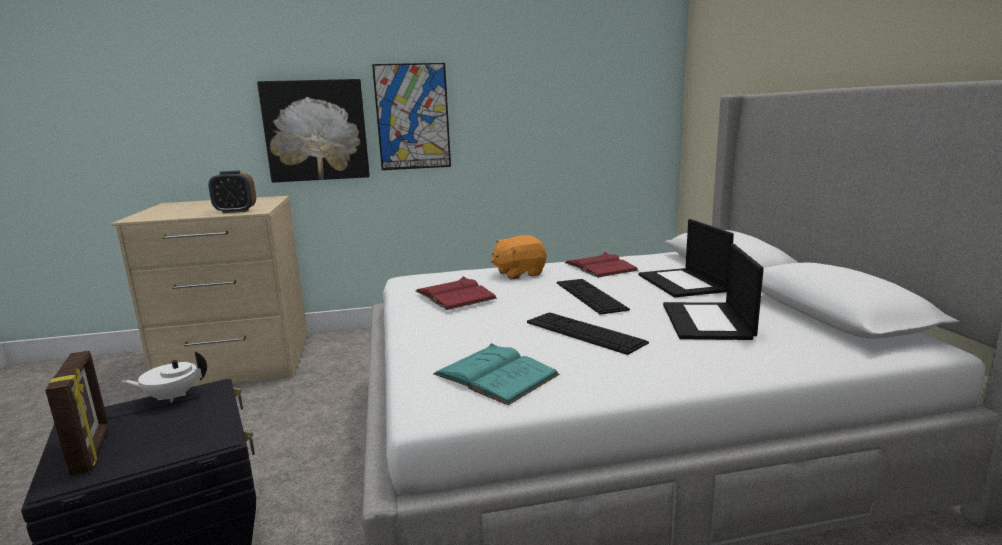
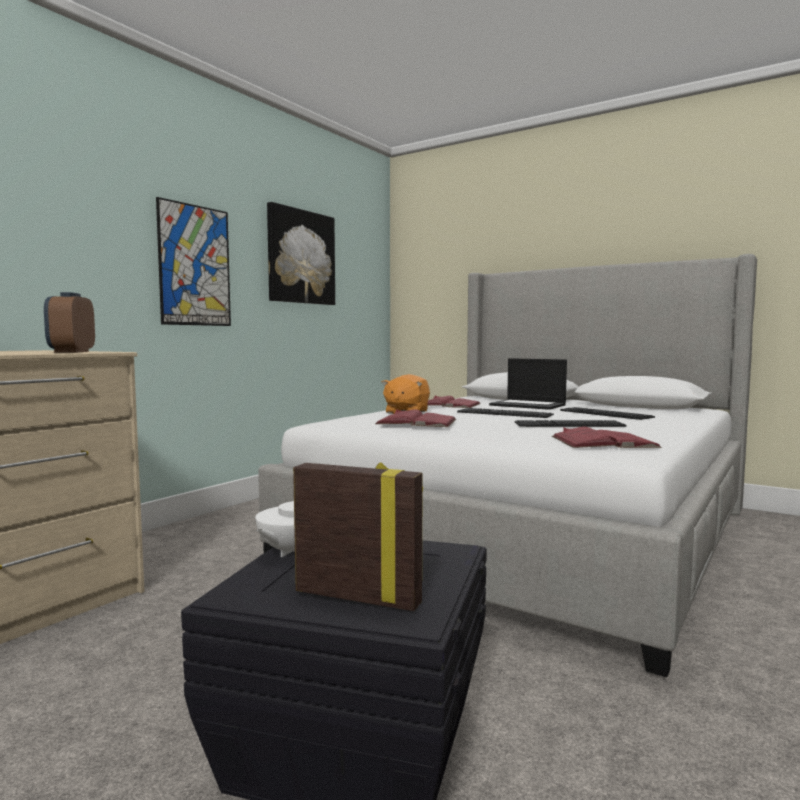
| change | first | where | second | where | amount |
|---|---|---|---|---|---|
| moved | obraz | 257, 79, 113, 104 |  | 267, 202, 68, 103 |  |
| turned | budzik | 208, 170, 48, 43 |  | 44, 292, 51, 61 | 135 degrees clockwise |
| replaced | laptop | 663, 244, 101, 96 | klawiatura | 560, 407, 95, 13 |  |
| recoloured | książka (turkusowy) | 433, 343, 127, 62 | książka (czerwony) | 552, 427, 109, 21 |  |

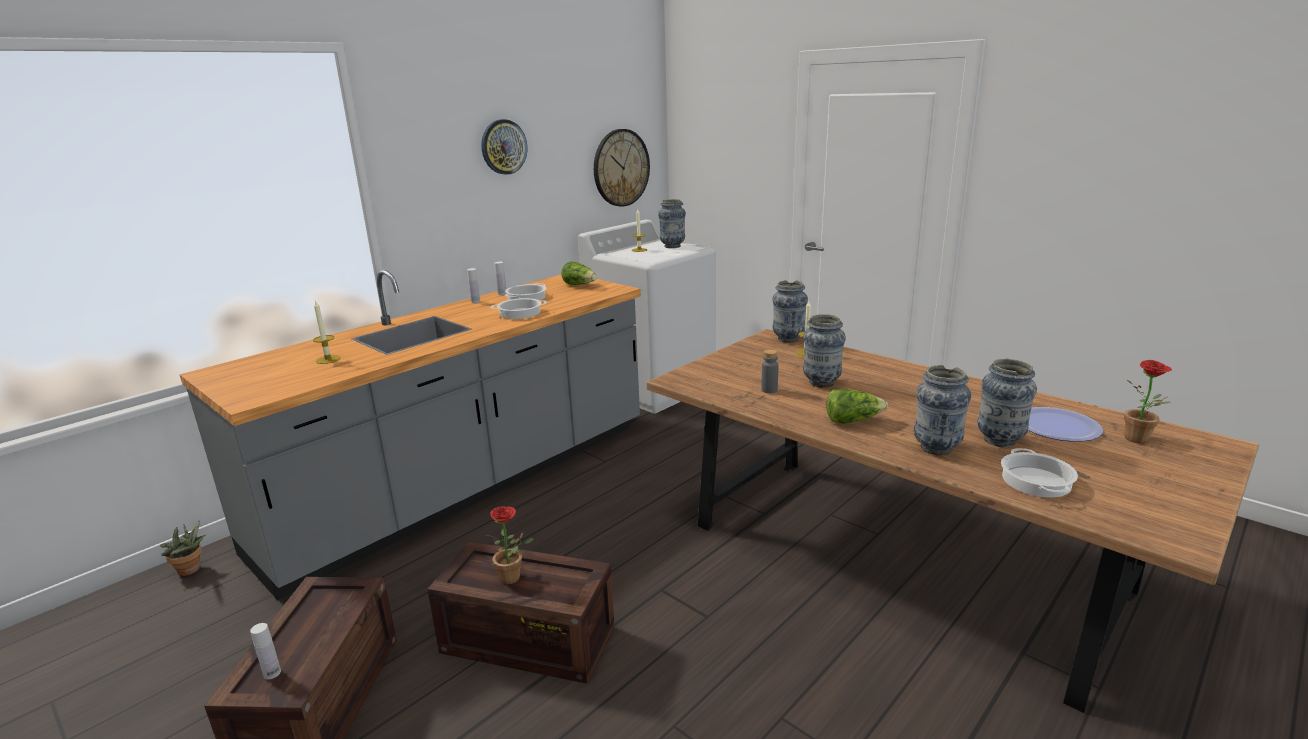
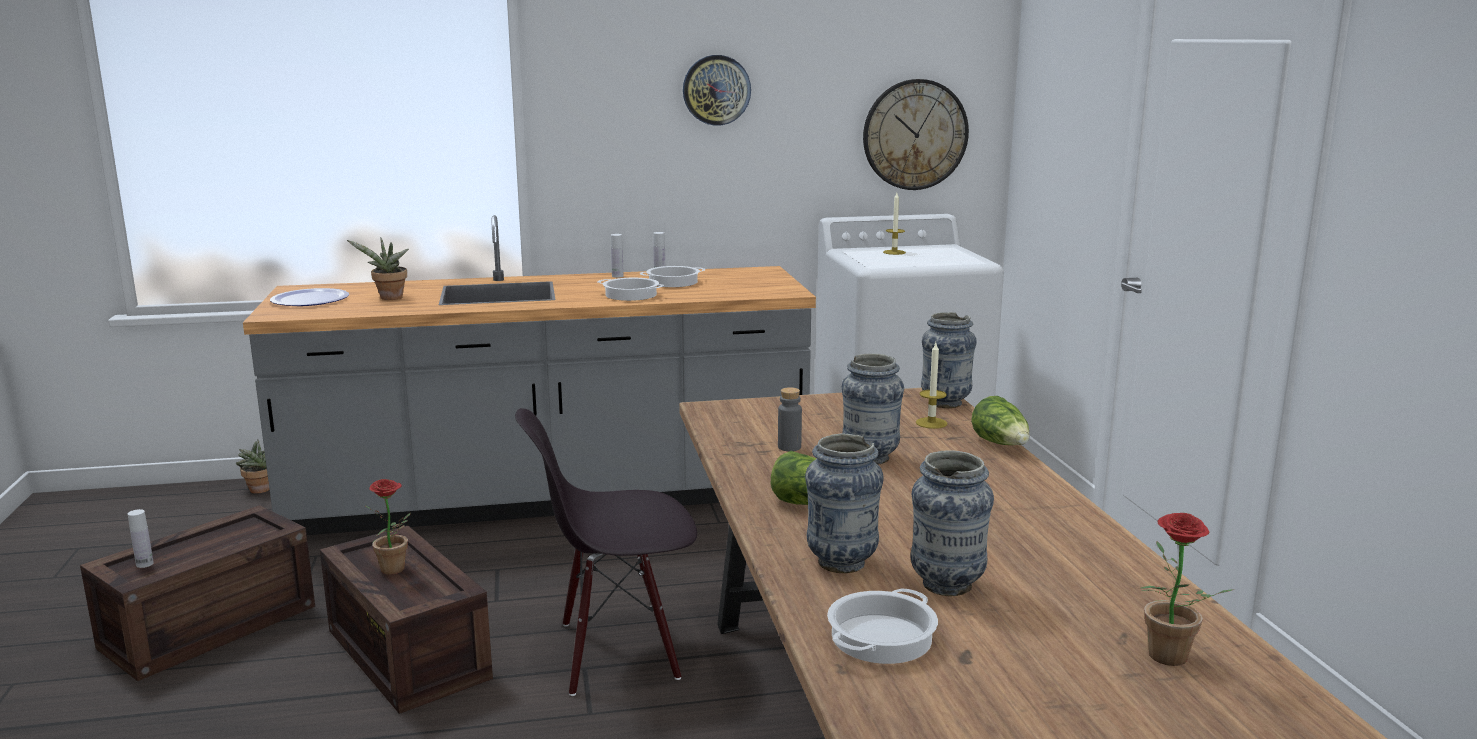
| change | first | where | second | where | amount |
|---|---|---|---|---|---|
| removed | wazon | 658, 199, 28, 49 |  |  |  |
| moved | sałata | 561, 261, 36, 24 |  | 971, 396, 58, 49 |  |
| replaced | świeca | 313, 300, 28, 64 | roślina doniczkowa | 347, 237, 62, 63 |  |
| moved | talerz | 1028, 407, 75, 35 |  | 270, 288, 79, 18 |  |
| added |  |  | krzesło (czarny) | 515, 408, 182, 288 |  |

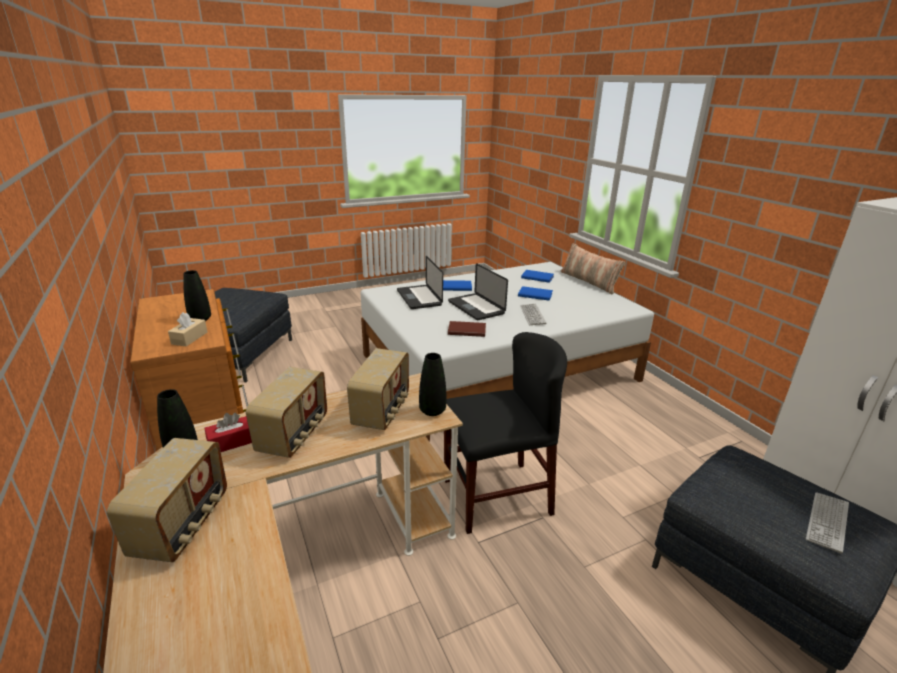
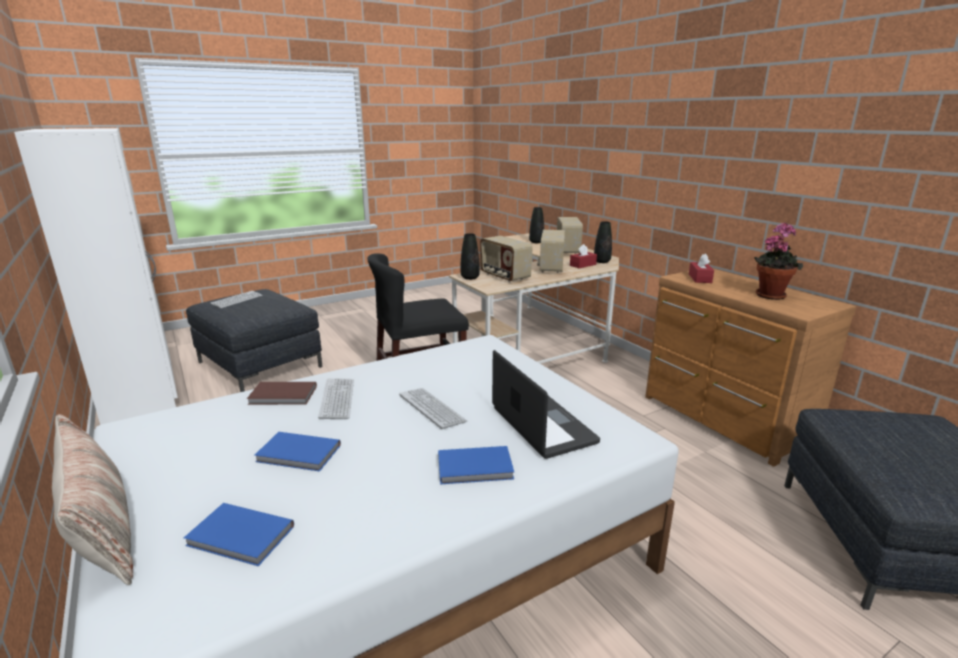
| change | first | where | second | where | amount |
|---|---|---|---|---|---|
| replaced | laptop | 448, 263, 60, 57 | klawiatura | 399, 388, 68, 41 |  |
| moved | wazon (czarny) | 183, 270, 28, 51 |  | 529, 207, 15, 36 |  |
| recoloured | pudełko chusteczek (beżowy) | 168, 312, 39, 34 | pudełko chusteczek (czerwony) | 689, 254, 25, 29 |  |
| moved | książka (brązowy) | 448, 321, 38, 16 |  | 247, 382, 70, 23 |  |
| turned | radio | 347, 348, 62, 82 |  | 480, 236, 53, 46 | 45 degrees counterclockwise |
| added |  |  | roślina doniczkowa | 754, 223, 49, 77 |  |

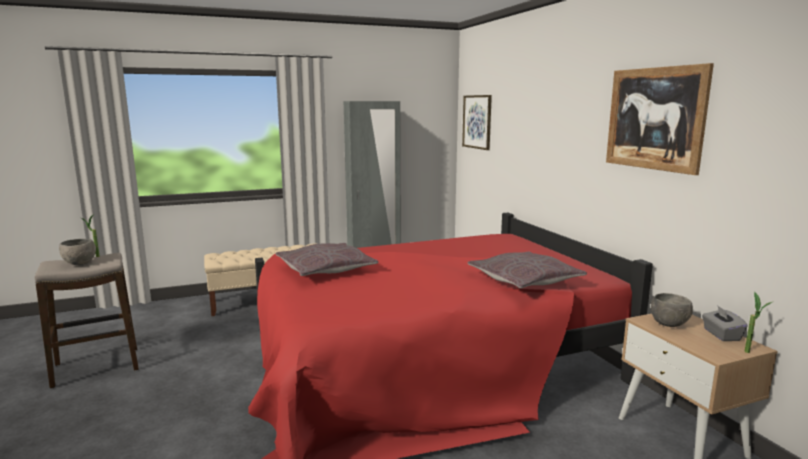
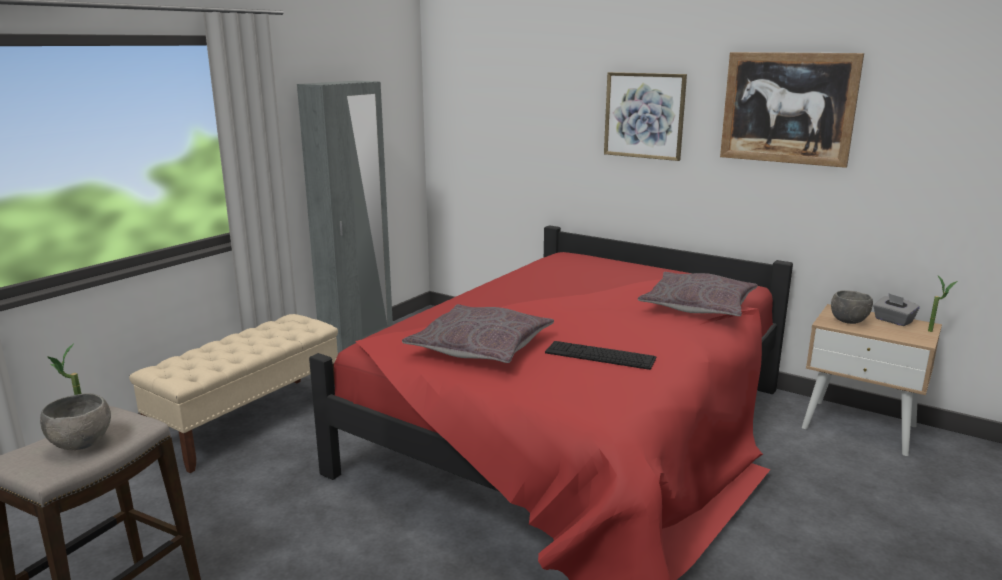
| change | first | where | second | where | amount |
|---|---|---|---|---|---|
| moved | obraz | 462, 95, 30, 55 |  | 604, 72, 83, 89 |  |
| added |  |  | klawiatura | 545, 341, 111, 29 |  |

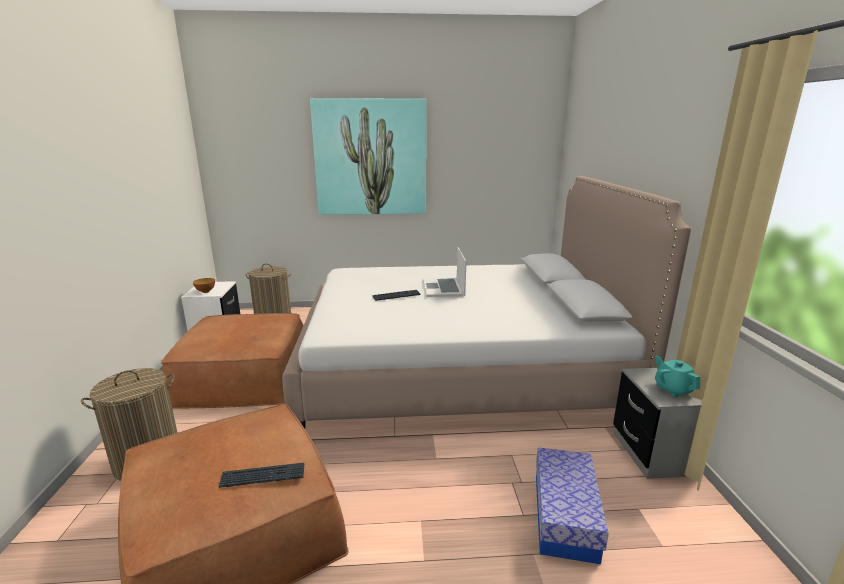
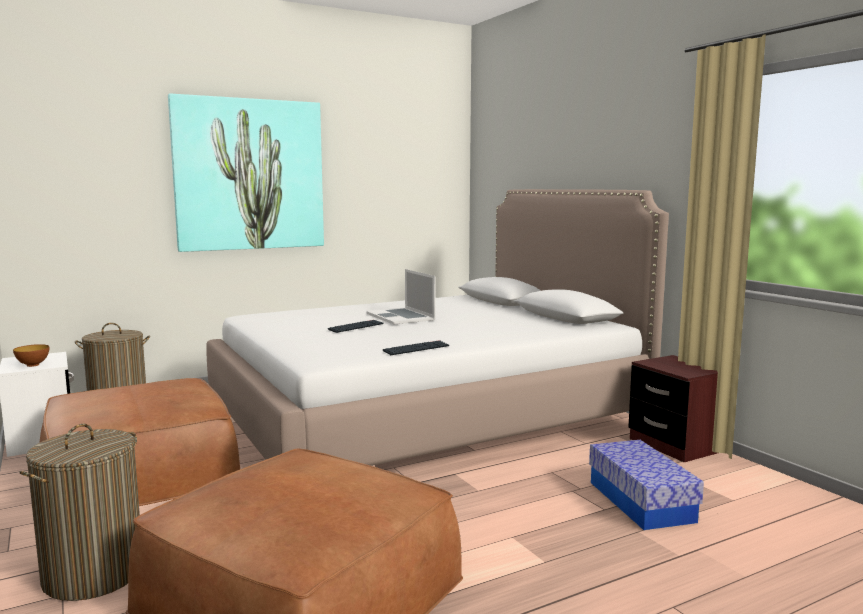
| change | first | where | second | where | amount |
|---|---|---|---|---|---|
| removed | imbryk (turkusowy) | 655, 356, 45, 41 |  |  |  |
| recoloured | szafka nocna (szary) | 613, 368, 89, 111 | szafka nocna (brązowy) | 628, 355, 90, 107 |  |
| moved | klawiatura | 218, 463, 86, 25 |  | 383, 340, 66, 15 |  |

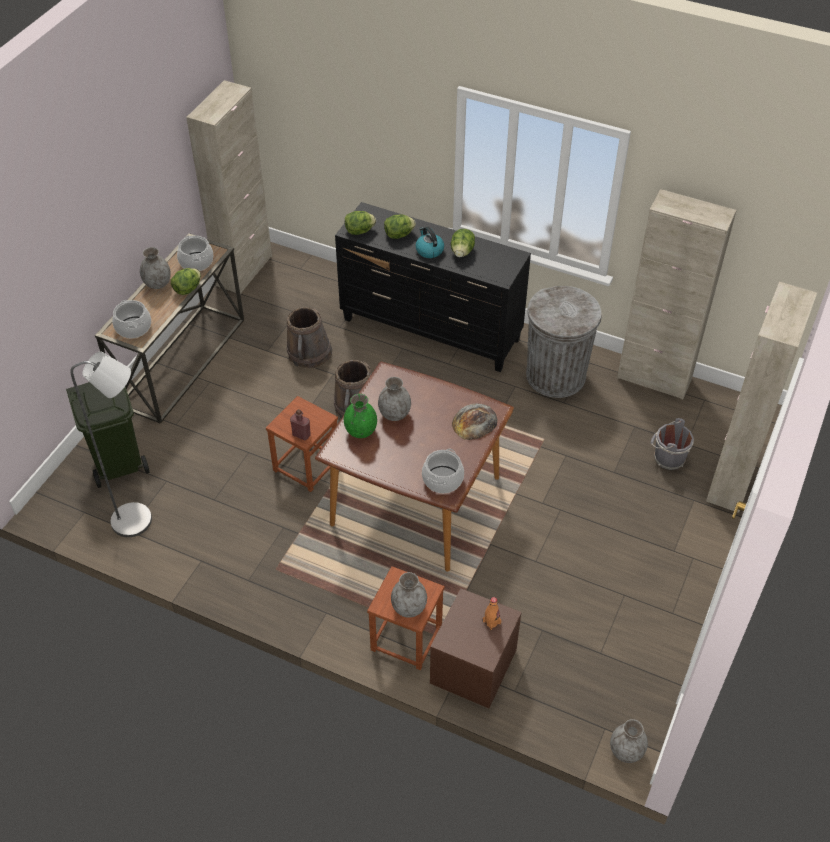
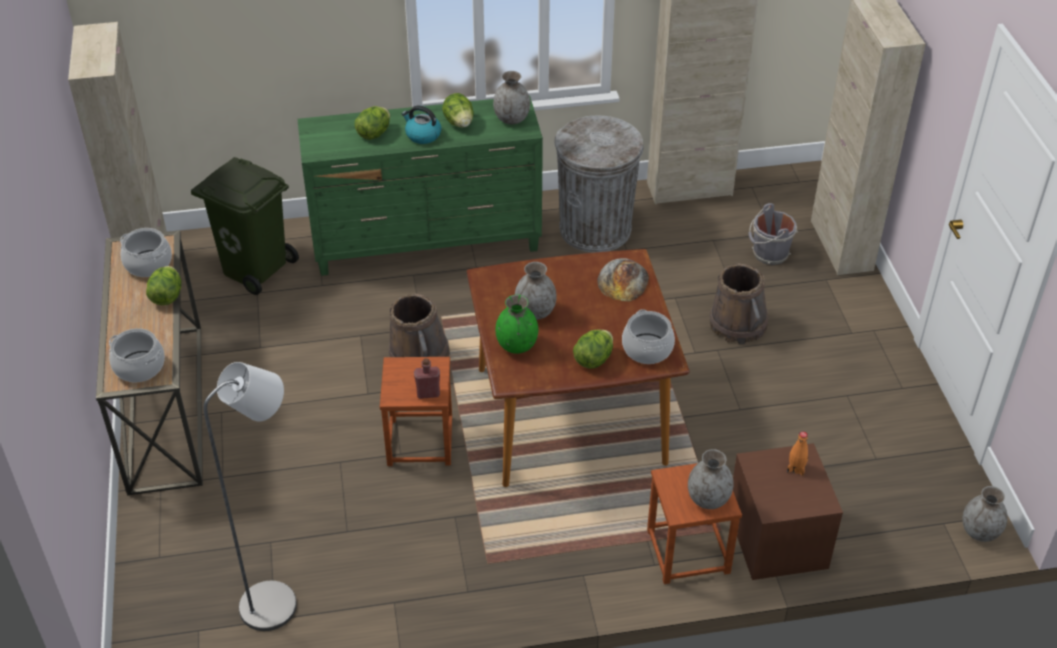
| change | first | where | second | where | amount |
|---|---|---|---|---|---|
| recoloured | komoda (czarny) | 335, 202, 196, 170 | komoda (zielony) | 298, 95, 245, 181 |  |
| moved | sałata | 345, 211, 31, 24 |  | 573, 330, 40, 39 |  |
| moved | wazon (szary) | 140, 247, 31, 42 |  | 493, 71, 37, 53 |  |
| moved | wiadro (brązowy) | 287, 307, 45, 62 |  | 710, 263, 58, 82 |  |
| moved | kosz na śmieci (zielony) | 66, 382, 84, 106 |  | 191, 157, 108, 138 |  |

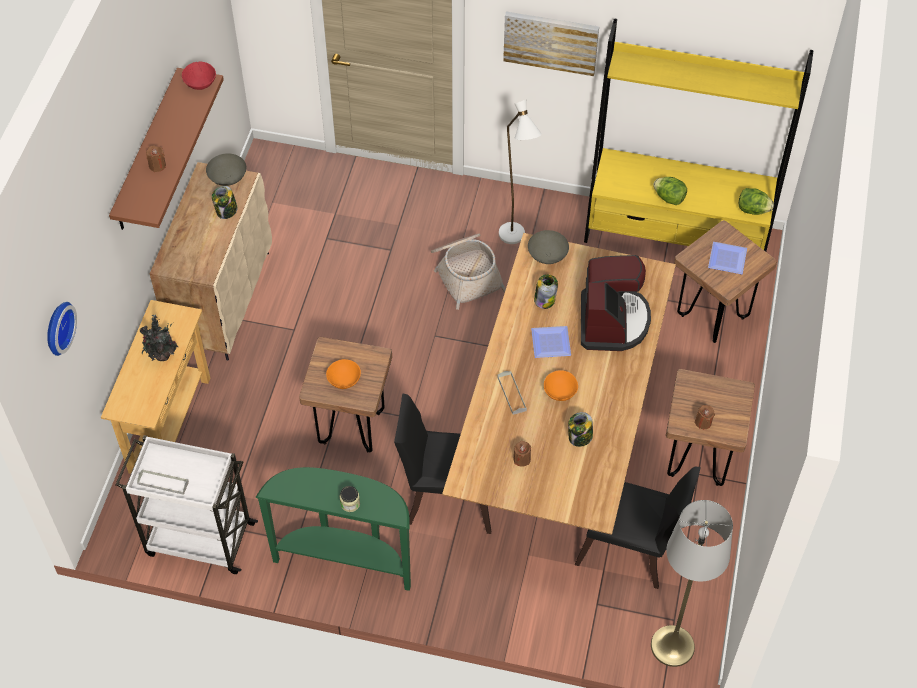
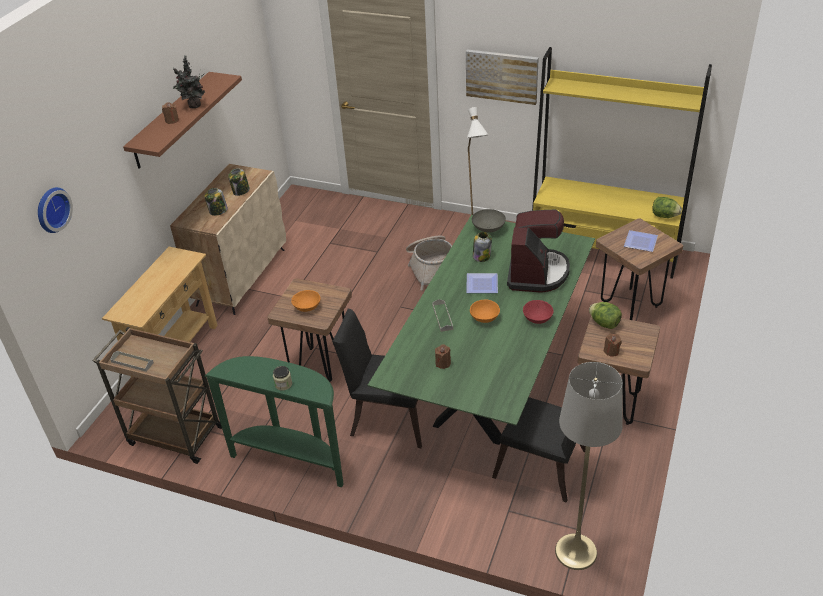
| change | first | where | second | where | amount |
|---|---|---|---|---|---|
| moved | miska (czerwony) | 182, 61, 34, 29 |  | 523, 300, 31, 24 |  |
| removed | miska (szary) | 206, 153, 40, 33 |  |  |  |
| moved | sałata | 653, 177, 34, 28 |  | 589, 302, 33, 27 |  |
| recoloured | stół jadalny (brązowy) | 442, 233, 234, 302 | stół jadalny (zielony) | 367, 215, 228, 230 |  |
| moved | roślina doniczkowa | 139, 315, 39, 46 |  | 173, 55, 32, 53 |  |
| moved | słoik | 568, 412, 25, 35 |  | 204, 188, 24, 28 |  |
| recoloured | wózek (biały) | 116, 435, 142, 139 | wózek (brązowy) | 93, 327, 129, 137 |  |

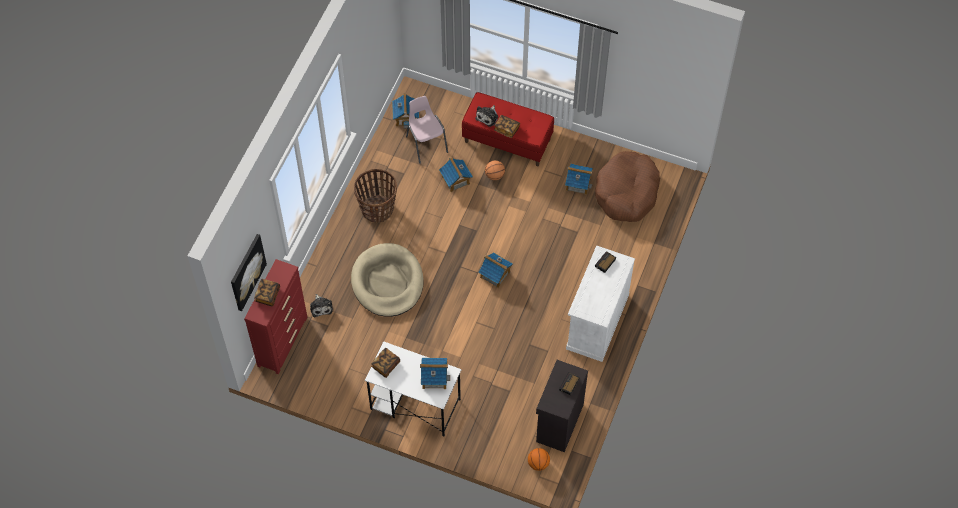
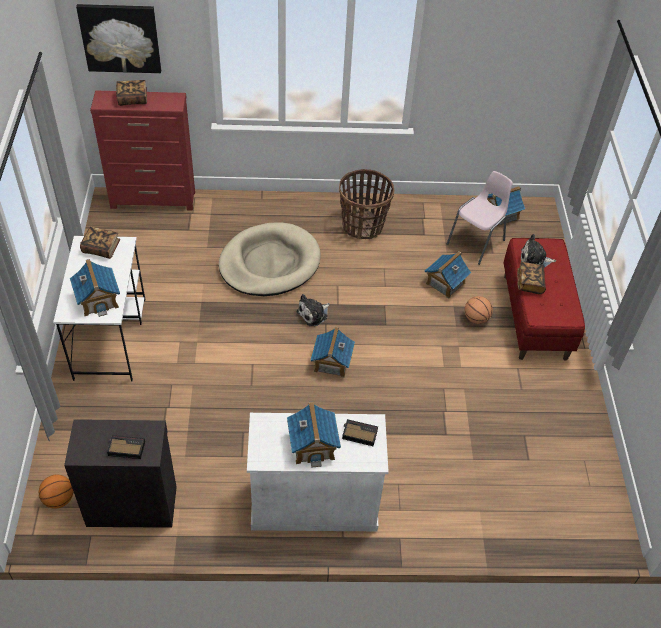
| change | first | where | second | where | amount |
|---|---|---|---|---|---|
| removed | legowisko (brązowy) | 595, 151, 65, 71 |  |  |  |
| moved | domek | 565, 164, 28, 31 |  | 287, 401, 54, 67 |  |
| moved | pluszak | 310, 294, 23, 23 |  | 296, 294, 34, 32 |  |

